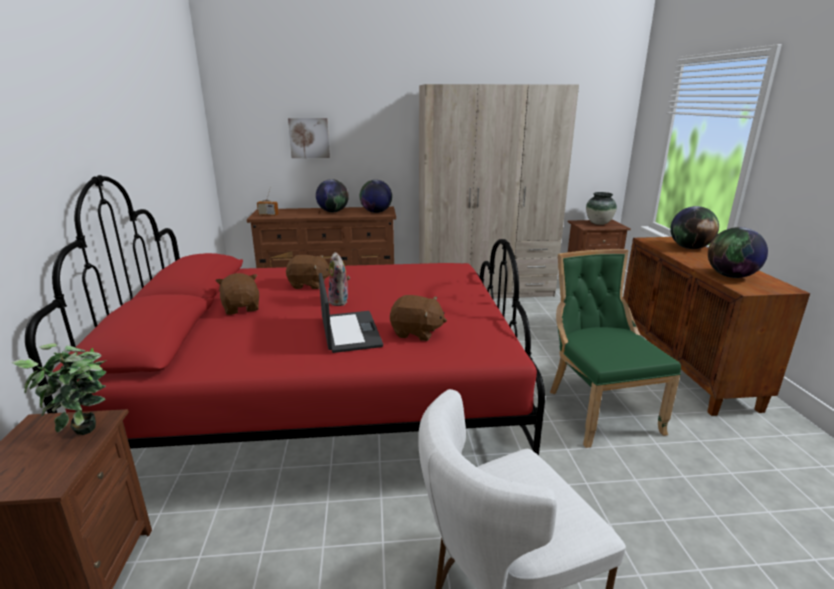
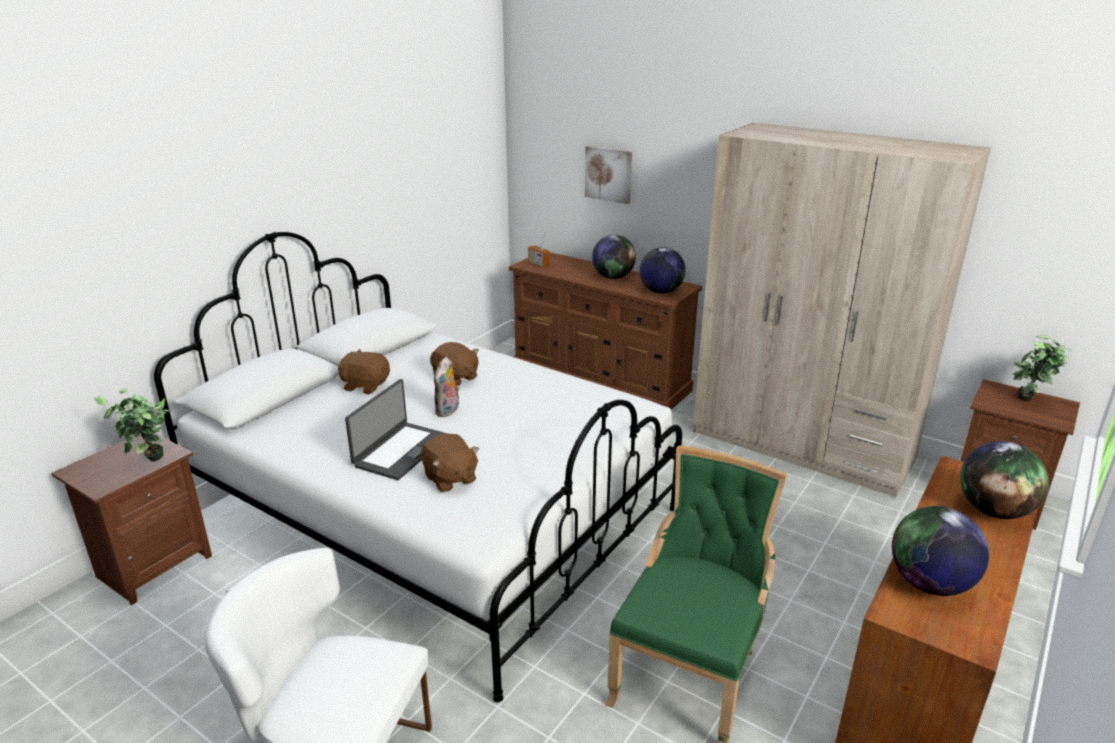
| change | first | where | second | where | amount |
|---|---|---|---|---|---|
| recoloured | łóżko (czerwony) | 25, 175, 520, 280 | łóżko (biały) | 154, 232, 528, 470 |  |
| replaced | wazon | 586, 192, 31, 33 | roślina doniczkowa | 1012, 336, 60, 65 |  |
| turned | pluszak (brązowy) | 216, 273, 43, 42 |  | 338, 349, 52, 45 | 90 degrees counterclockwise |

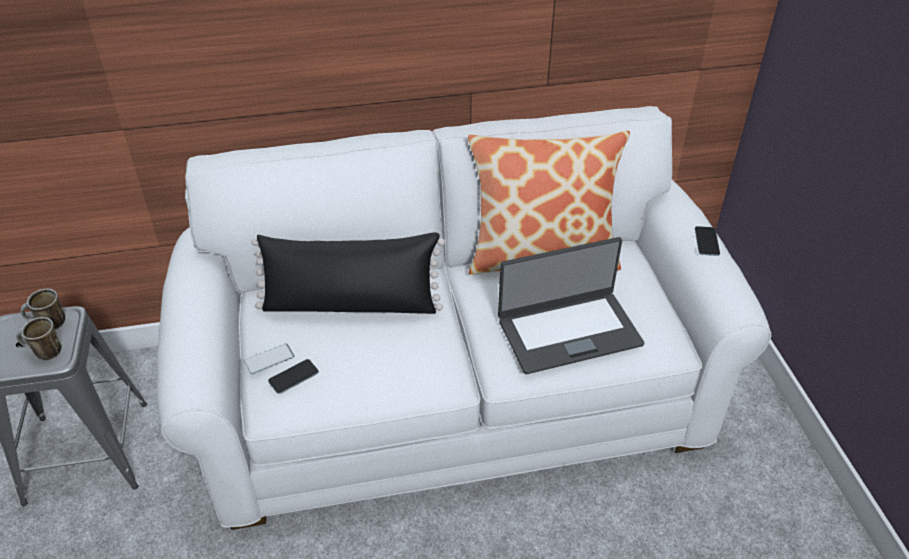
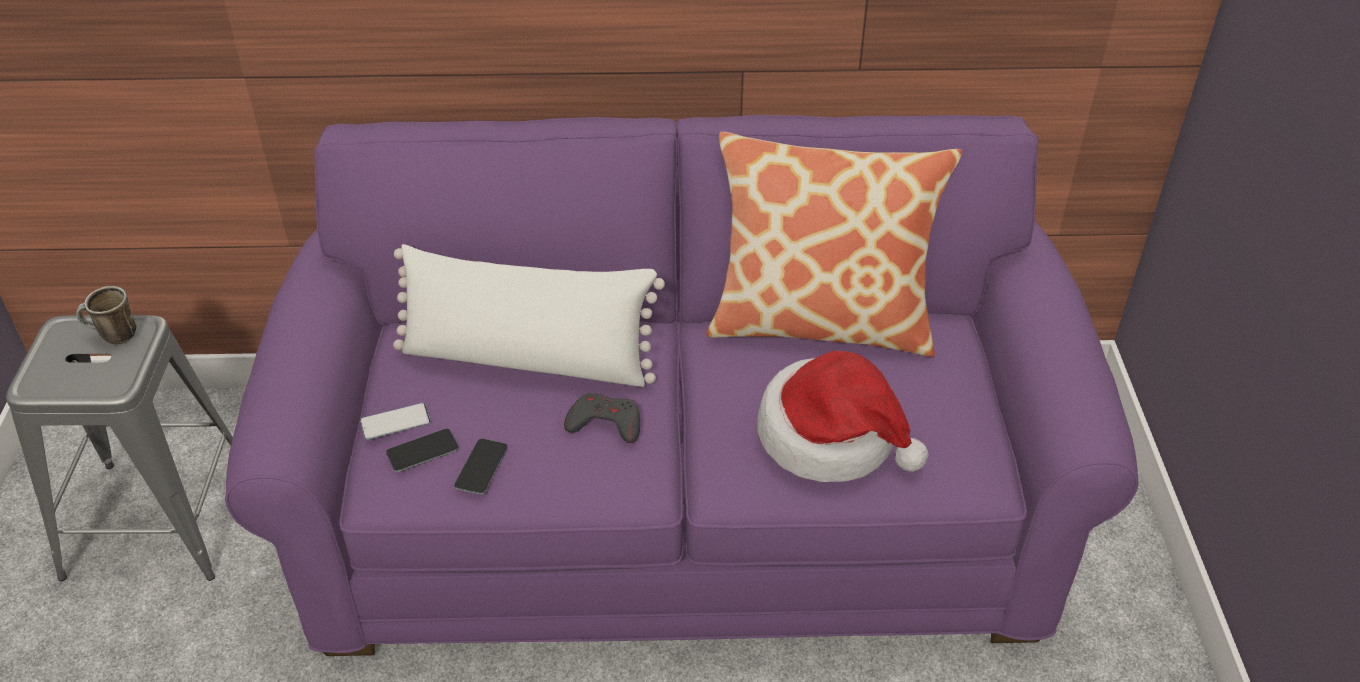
| change | first | where | second | where | amount |
|---|---|---|---|---|---|
| recoloured | kanapa (biały) | 157, 106, 614, 424 | kanapa (fioletowy) | 225, 115, 914, 541 |  |
| moved | telefon | 695, 226, 25, 30 |  | 454, 439, 54, 56 |  |
| recoloured | poduszka (czarny) | 251, 232, 194, 82 | poduszka (biały) | 393, 244, 272, 143 |  |
| replaced | laptop | 498, 237, 146, 137 | kapelusz | 757, 351, 171, 131 |  |
| removed | kubek | 16, 317, 46, 43 |  |  |  |
| added |  |  | pad do gier (szary) | 564, 393, 76, 50 |  |

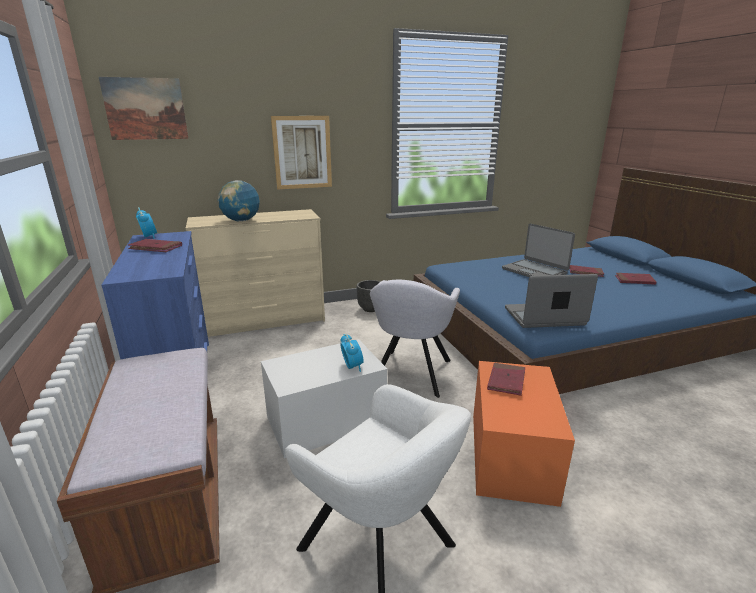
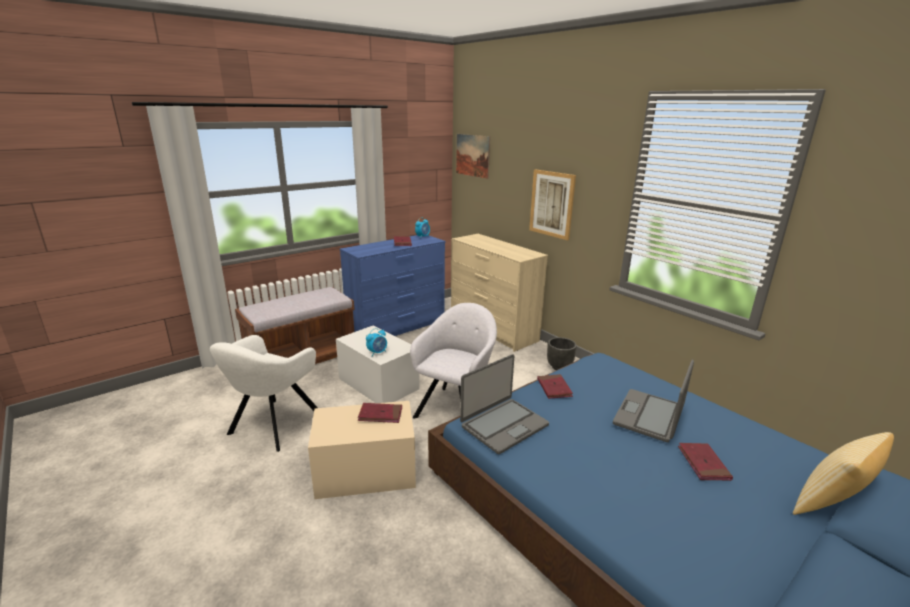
| change | first | where | second | where | amount |
|---|---|---|---|---|---|
| removed | globus | 218, 180, 42, 41 |  |  |  |
| moved | książka (czerwony) | 615, 273, 41, 12 |  | 537, 374, 36, 25 |  |
| turned | laptop | 505, 274, 93, 54 |  | 460, 354, 89, 100 | 75 degrees clockwise |
| turned | fotel (szary) | 370, 280, 90, 118 |  | 410, 303, 87, 115 | 120 degrees clockwise |
| recoloured | pojemnik do przechowywania (pomarańczowy) | 473, 361, 102, 146 | pojemnik do przechowywania (beżowy) | 308, 401, 108, 98 |  |
| added |  |  | poduszka | 793, 432, 101, 83 |  |

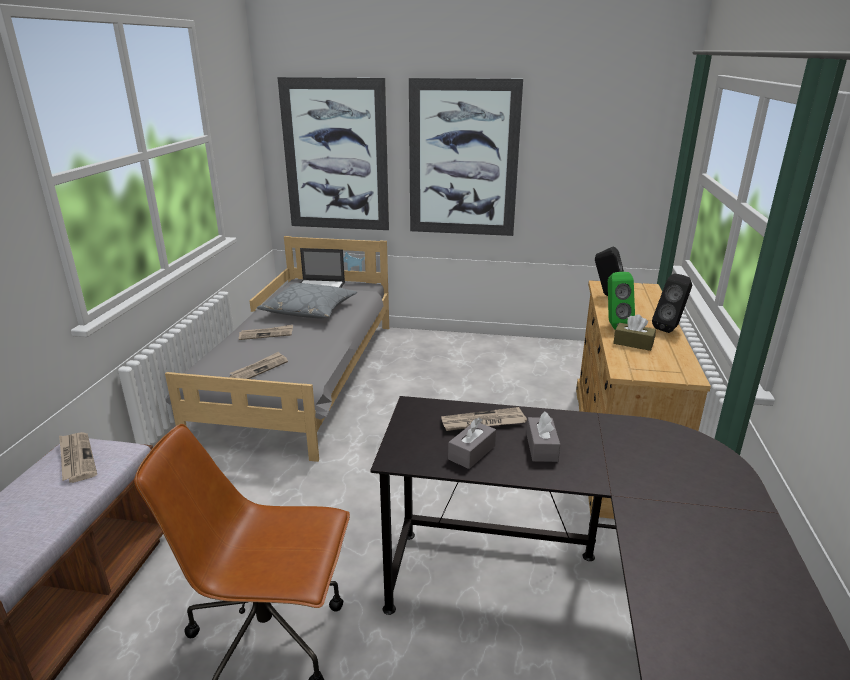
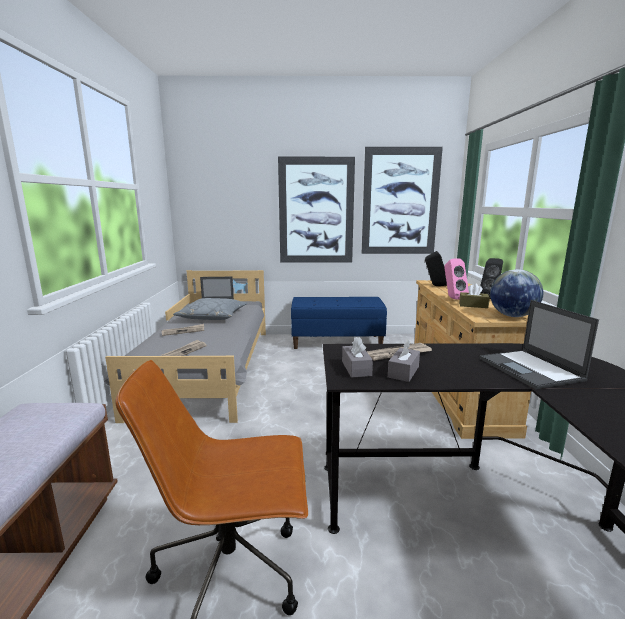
| change | first | where | second | where | amount |
|---|---|---|---|---|---|
| moved | obraz | 277, 77, 112, 153 |  | 362, 147, 81, 107 |  |
| recoloured | głośnik (zielony) | 608, 272, 27, 57 | głośnik (różowy) | 444, 258, 25, 42 |  |
| moved | pudełko chusteczek (szary) | 526, 411, 34, 51 |  | 342, 337, 31, 41 |  |
| removed | gazeta | 59, 432, 38, 51 |  |  |  |
| added |  |  | globus | 490, 269, 54, 48 |  |
| added |  |  | ławka (niebieski) | 291, 297, 96, 52 |  |
| added |  |  | laptop | 480, 300, 119, 90 |  |

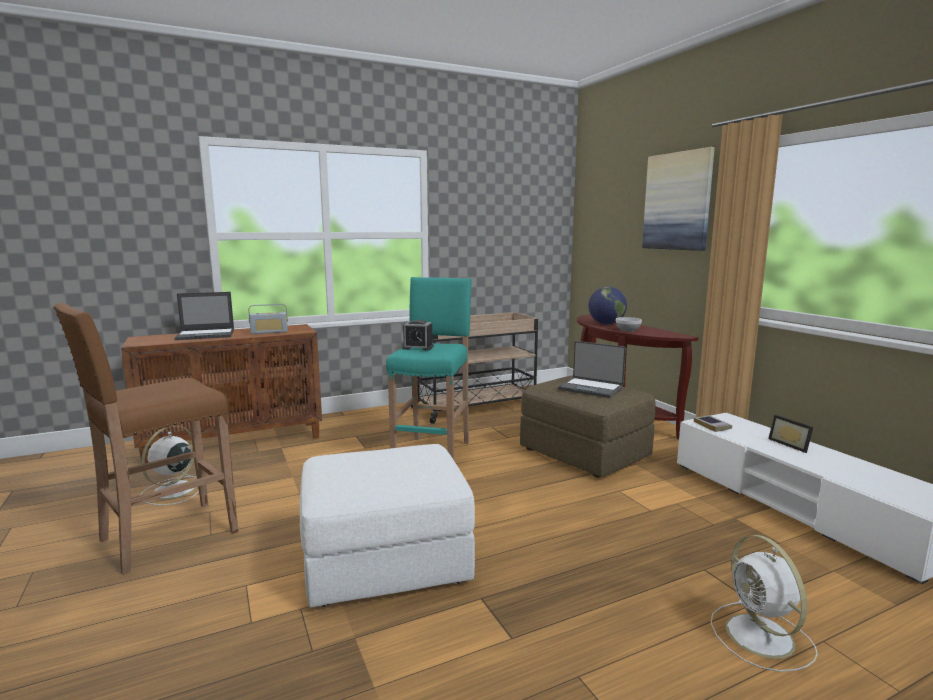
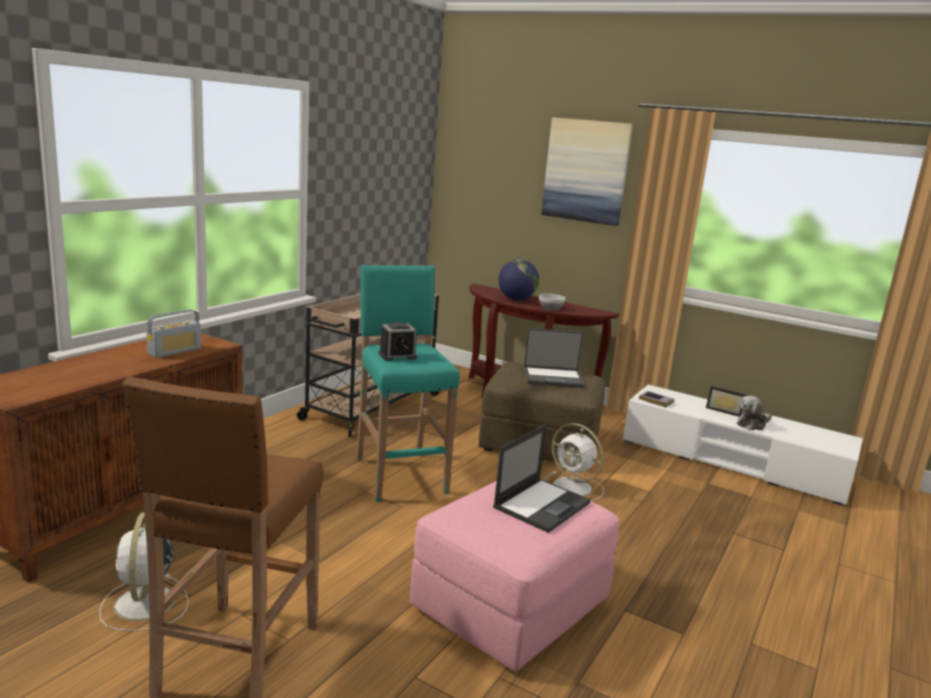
| change | first | where | second | where | amount |
|---|---|---|---|---|---|
| moved | laptop | 174, 292, 60, 48 |  | 493, 425, 98, 108 |  |
| recoloured | pufa (biały) | 300, 444, 175, 163 | pufa (różowy) | 410, 480, 209, 192 |  |
| moved | wentylator (biały) | 711, 535, 107, 137 |  | 544, 423, 60, 78 |  |
| added |  |  | pluszak | 737, 396, 35, 34 |  |

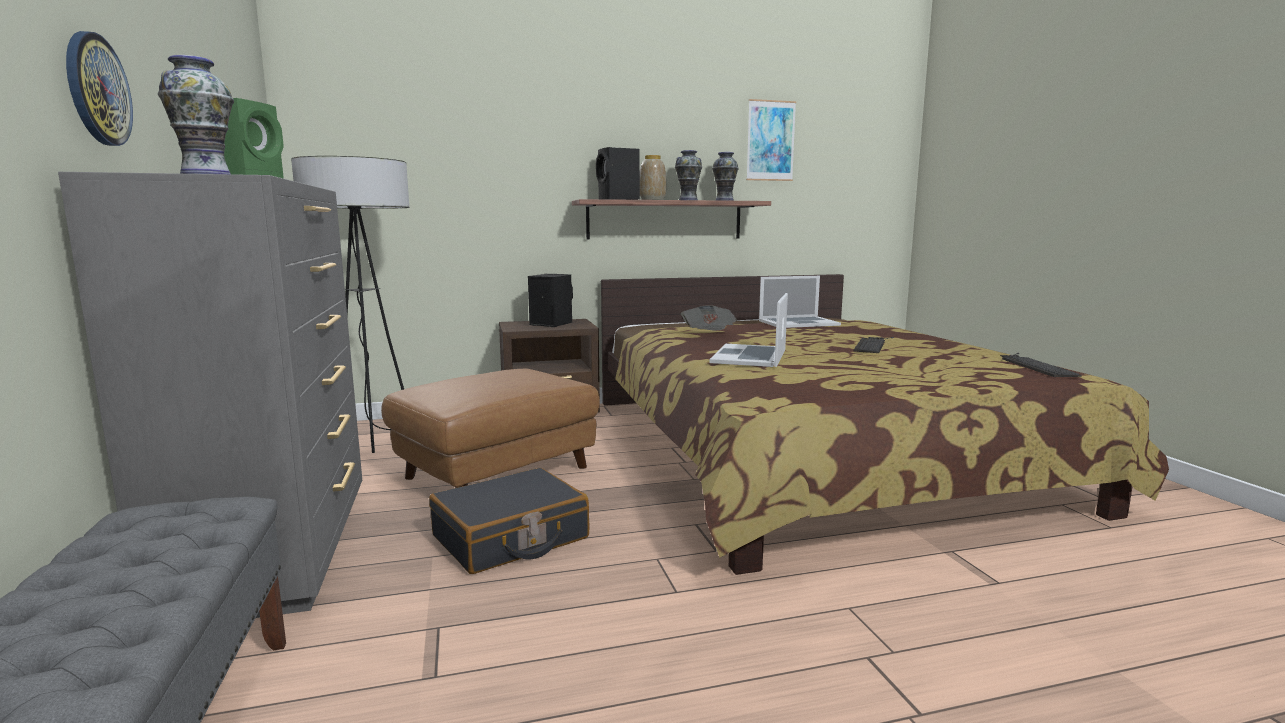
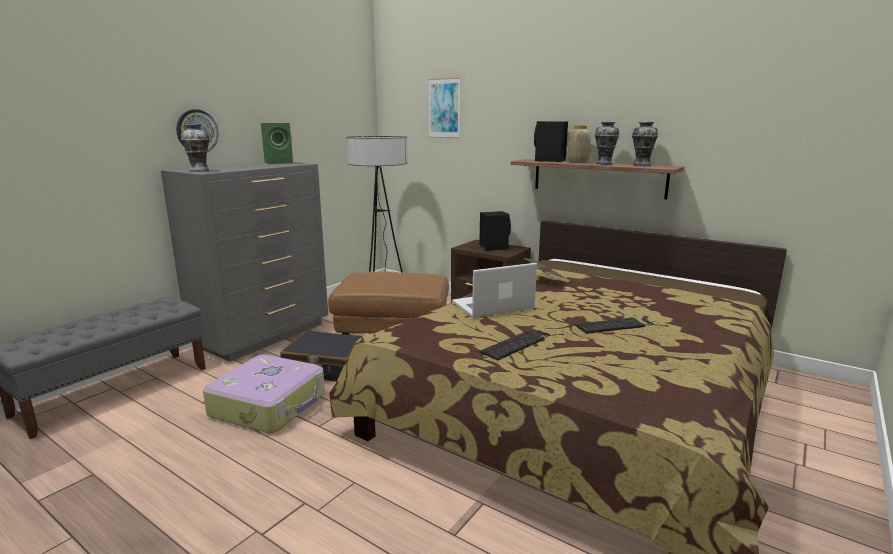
| change | first | where | second | where | amount |
|---|---|---|---|---|---|
| moved | obraz | 746, 99, 50, 82 |  | 428, 78, 32, 60 |  |
| removed | laptop | 759, 276, 82, 52 |  |  |  |
| moved | klawiatura | 1000, 353, 82, 24 |  | 480, 330, 84, 30 |  |
| added |  |  | walizka | 203, 355, 122, 78 |  |

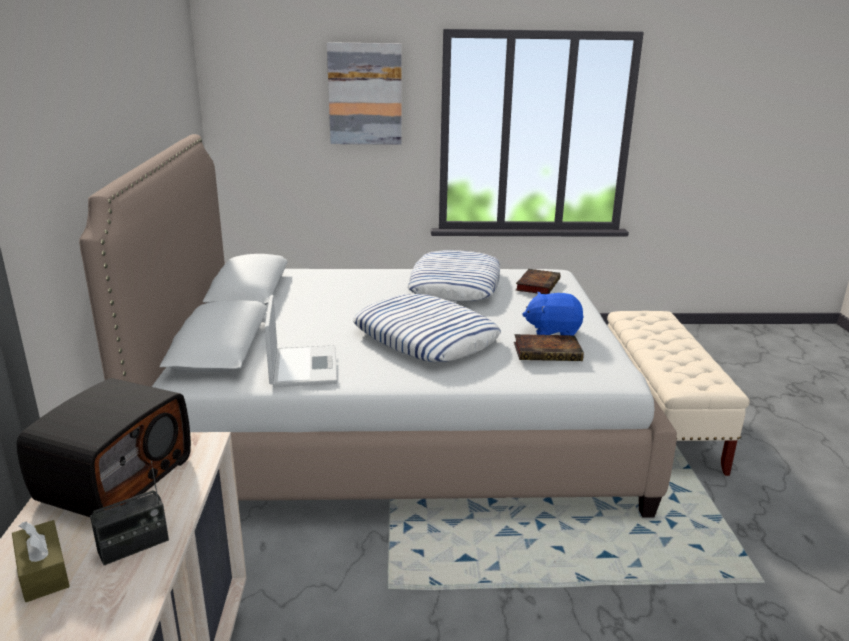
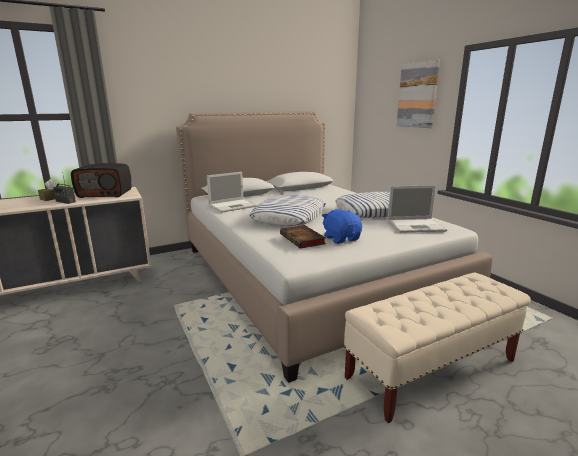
| change | first | where | second | where | amount |
|---|---|---|---|---|---|
| replaced | książka | 516, 269, 44, 25 | laptop | 388, 185, 59, 48 |  |

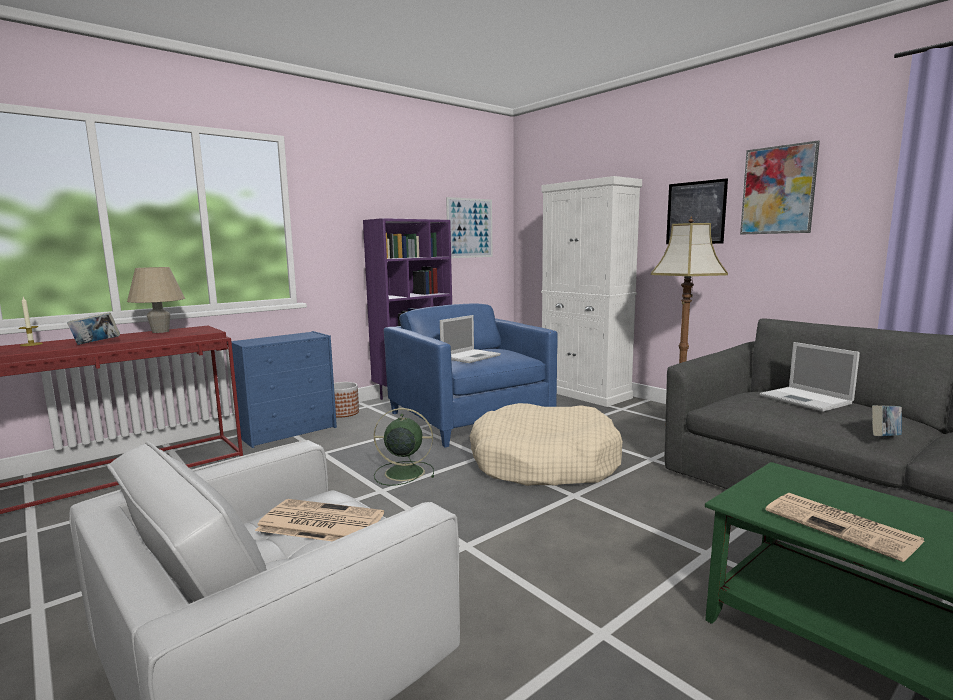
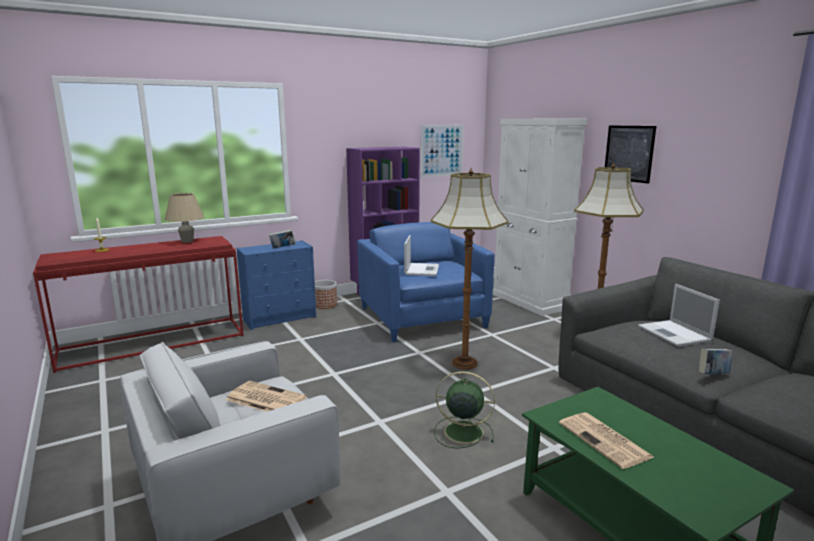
| change | first | where | second | where | amount |
|---|---|---|---|---|---|
| removed | obraz | 740, 141, 80, 93 |  |  |  |
| moved | książka | 67, 312, 53, 33 |  | 269, 229, 27, 20 |  |
| turned | laptop | 440, 315, 61, 48 |  | 404, 235, 35, 41 | 45 degrees counterclockwise |
| replaced | legowisko (beżowy) | 469, 403, 154, 83 | lampa stojąca | 431, 168, 77, 202 |  |
| moved | wentylator (zielony) | 374, 408, 60, 78 |  | 434, 371, 61, 78 |  |

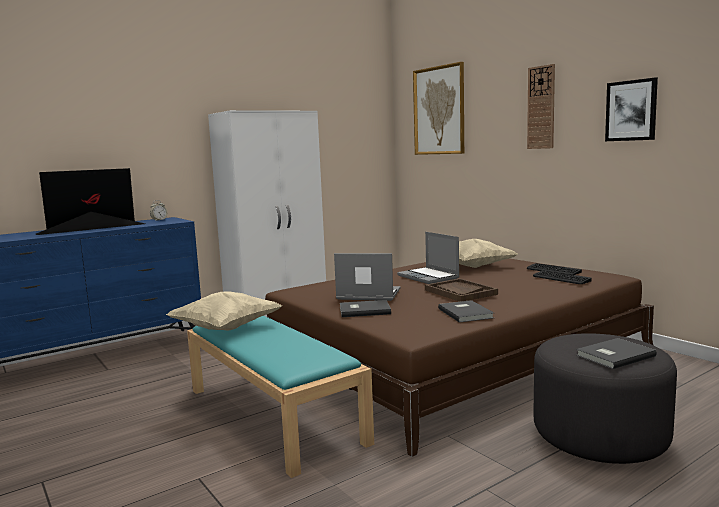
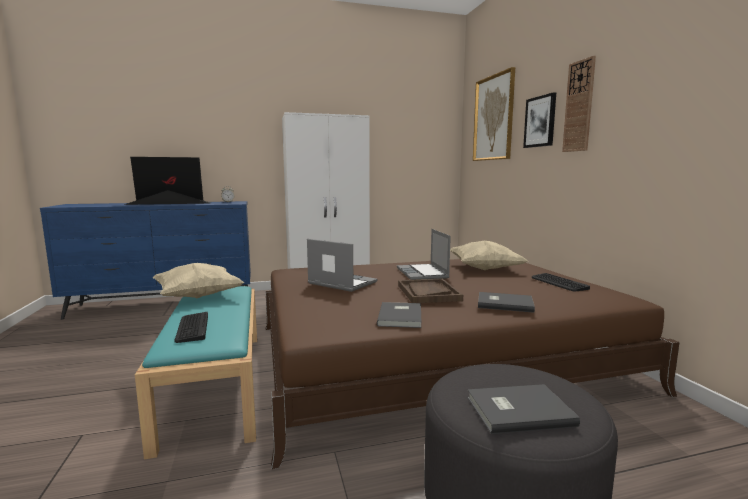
| change | first | where | second | where | amount |
|---|---|---|---|---|---|
| moved | obraz | 605, 77, 53, 64 |  | 523, 92, 33, 56 |  |
| moved | klawiatura | 533, 270, 59, 14 |  | 174, 312, 34, 31 |  |
| moved | książka (szary) | 340, 300, 51, 17 |  | 478, 292, 57, 21 |  |

